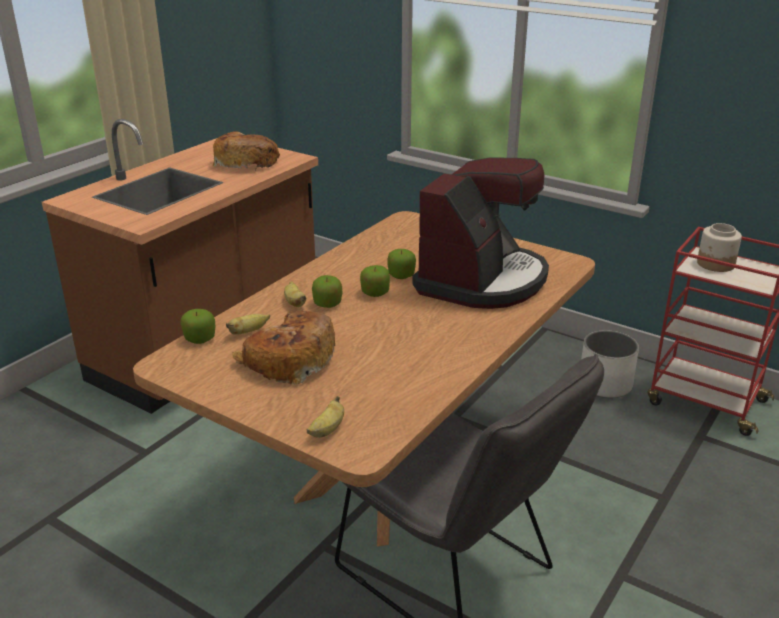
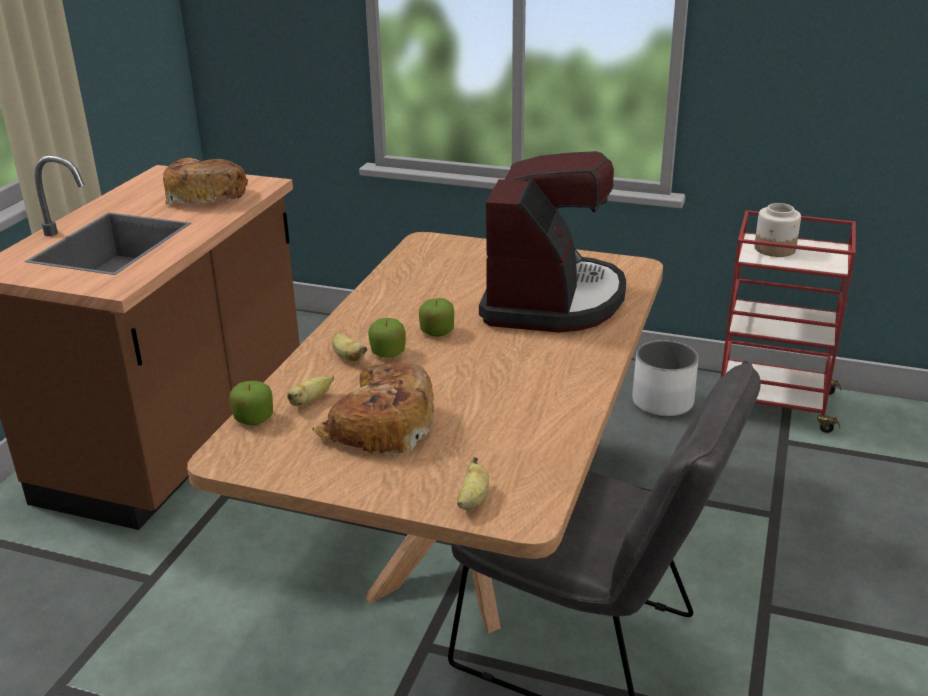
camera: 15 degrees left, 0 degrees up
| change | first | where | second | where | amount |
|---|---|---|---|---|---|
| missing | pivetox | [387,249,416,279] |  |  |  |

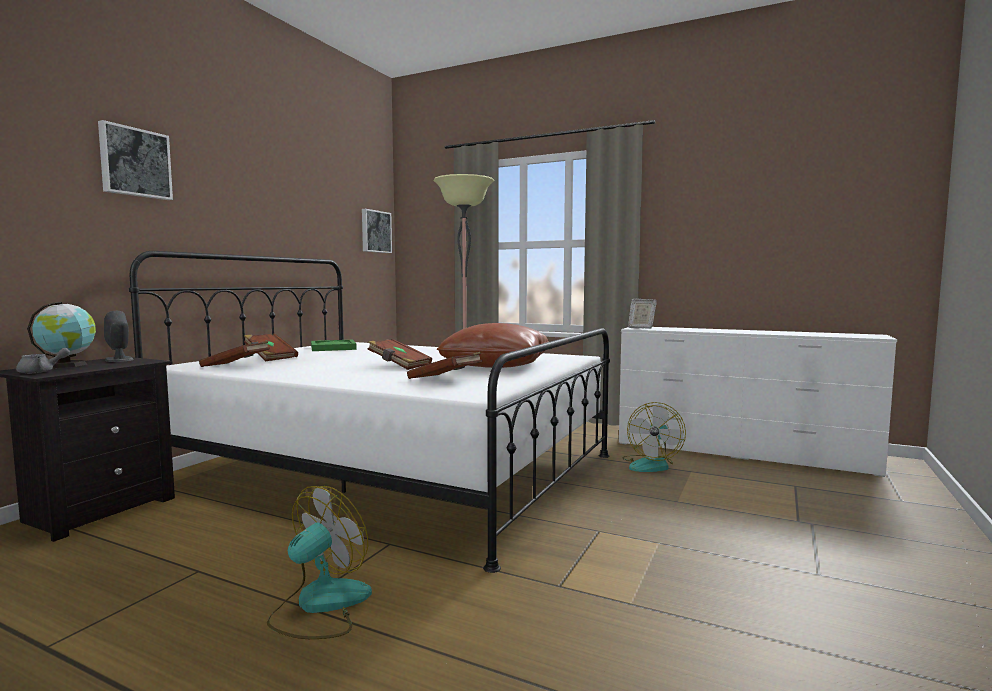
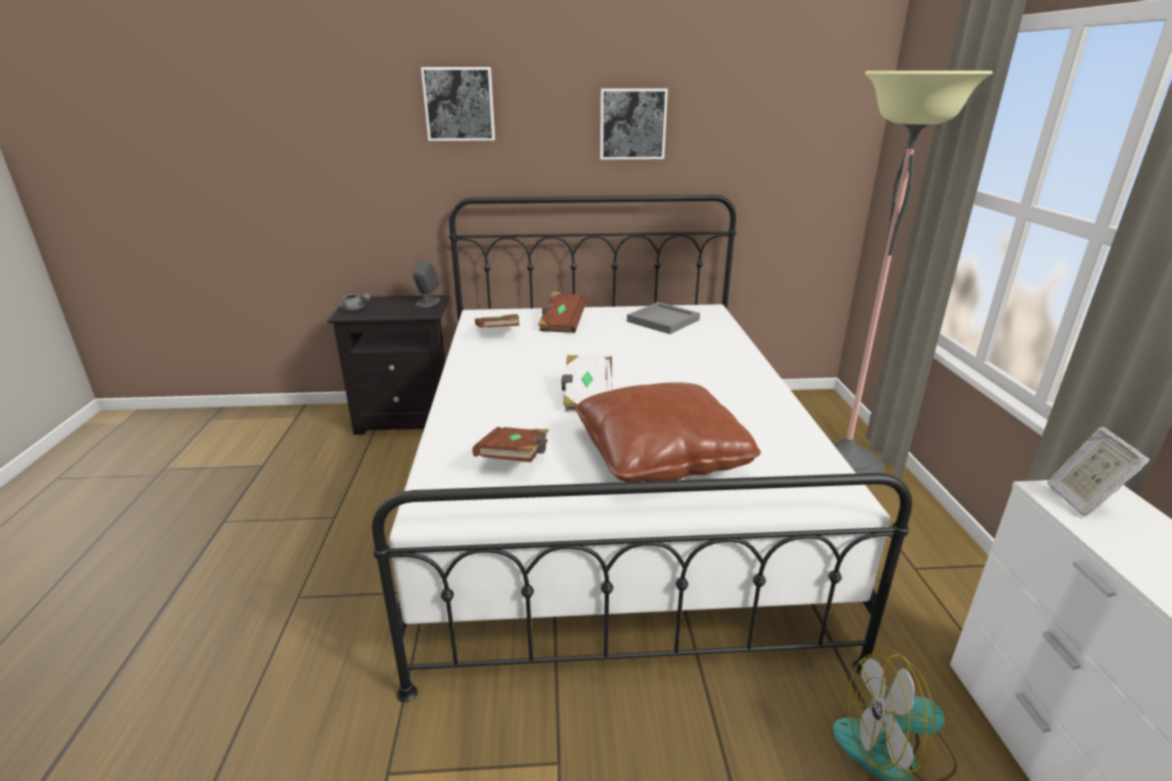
camera: 60 degrees right, 20 degrees up
| change | first | where | second | where | amount |
|---|---|---|---|---|---|
| missing | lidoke | [27,302,96,368] |  |  |  |
| missing | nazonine | [267,486,372,639] |  |  |  |
| colour | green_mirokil | [311,340,357,351] | grey_mirokil | [627,302,700,334] |  |
| relocated | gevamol | [362,209,392,253] |  | [600,88,668,160] |  |
| colour | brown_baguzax | [367,339,432,370] | white_baguzax | [561,355,614,412] |  |

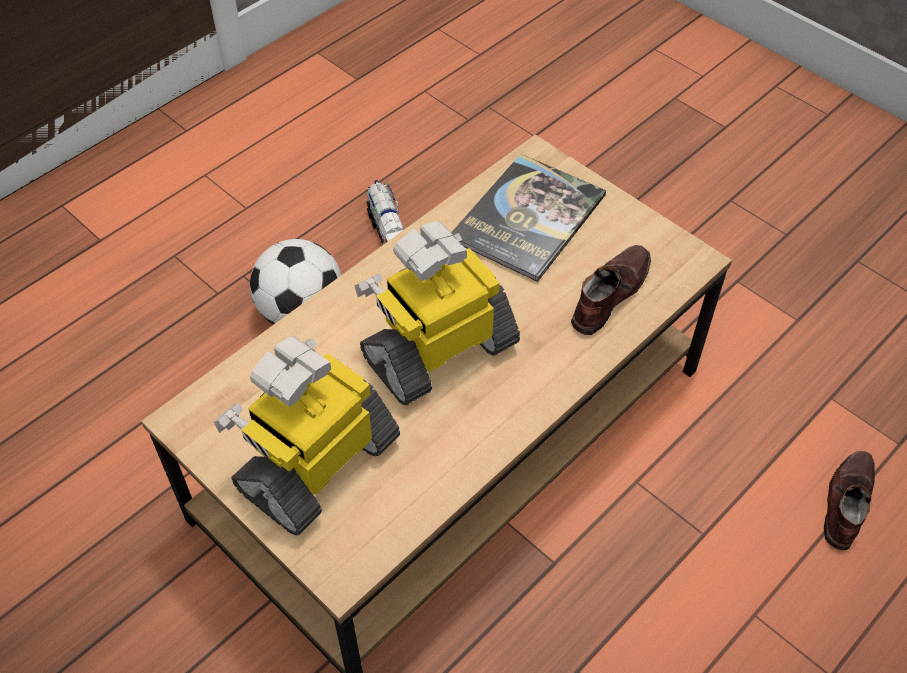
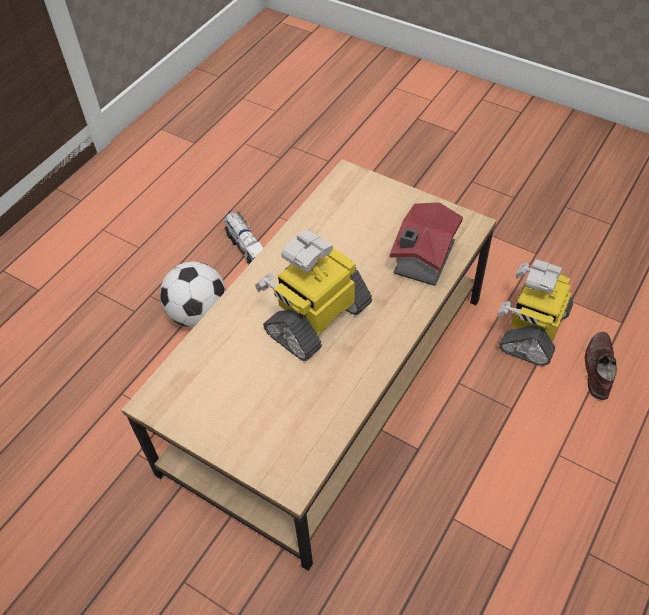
camera: 10 degrees left, 0 degrees up
| change | first | where | second | where | amount |
|---|---|---|---|---|---|
| relocated | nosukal | [214,336,400,536] |  | [498,259,573,366] |  |
| missing | baguzax | [451,154,606,282] |  |  |  |
| exchanged | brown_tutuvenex | [571,245,651,335] | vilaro | [390,202,463,286] |  |

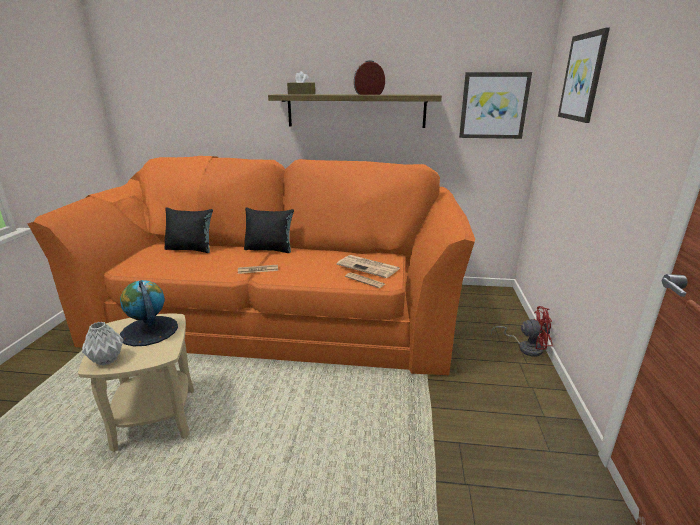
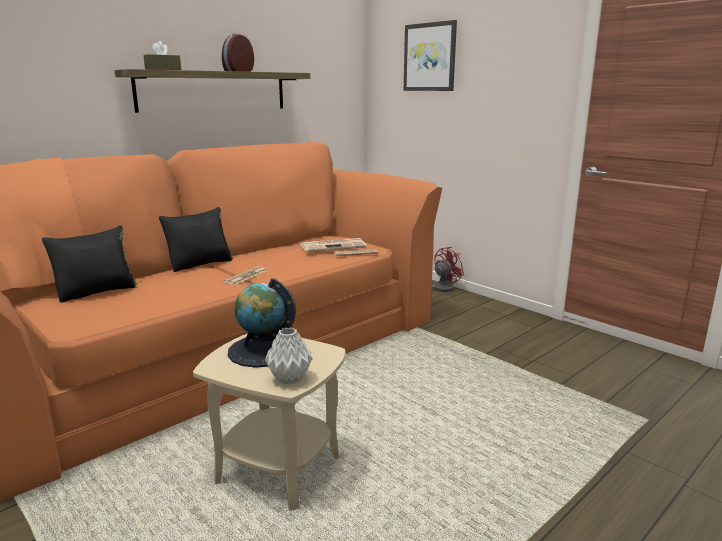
camera: 50 degrees left, 5 degrees down
| change | first | where | second | where | amount |
|---|---|---|---|---|---|
| missing | gevamol | [459,72,532,139] |  |  |  |

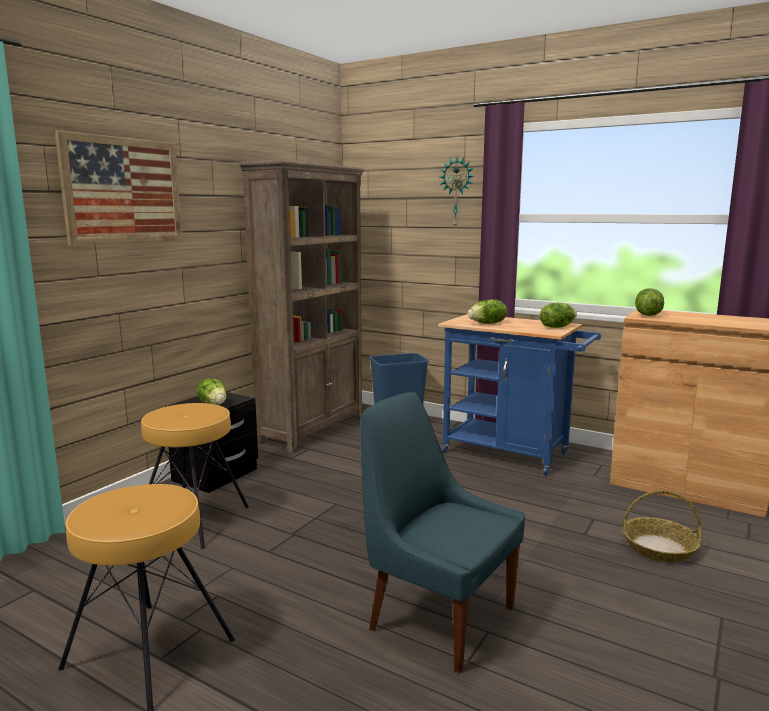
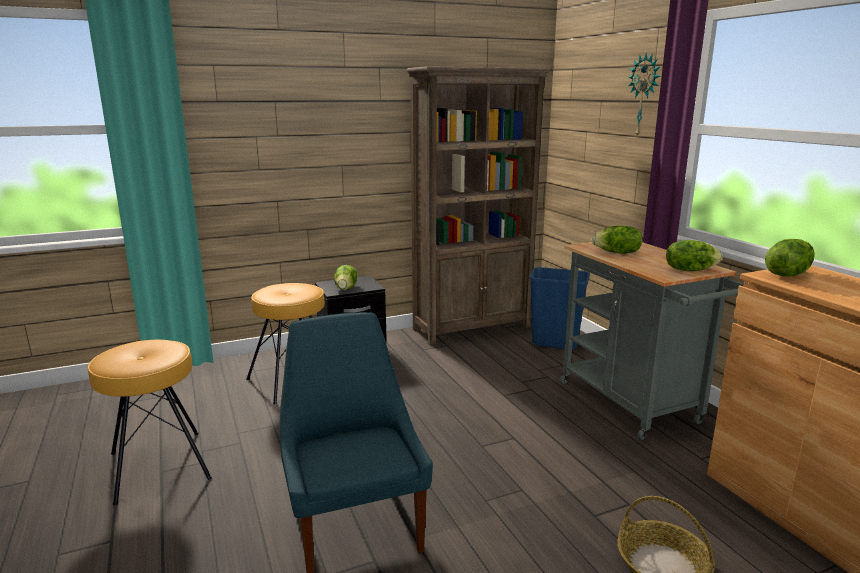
camera: 35 degrees right, 5 degrees up
| change | first | where | second | where | amount |
|---|---|---|---|---|---|
| missing | gevamol | [55,130,182,246] |  |  |  |
| colour | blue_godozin | [438,314,601,476] | grey_godozin | [560,242,744,440] |  |

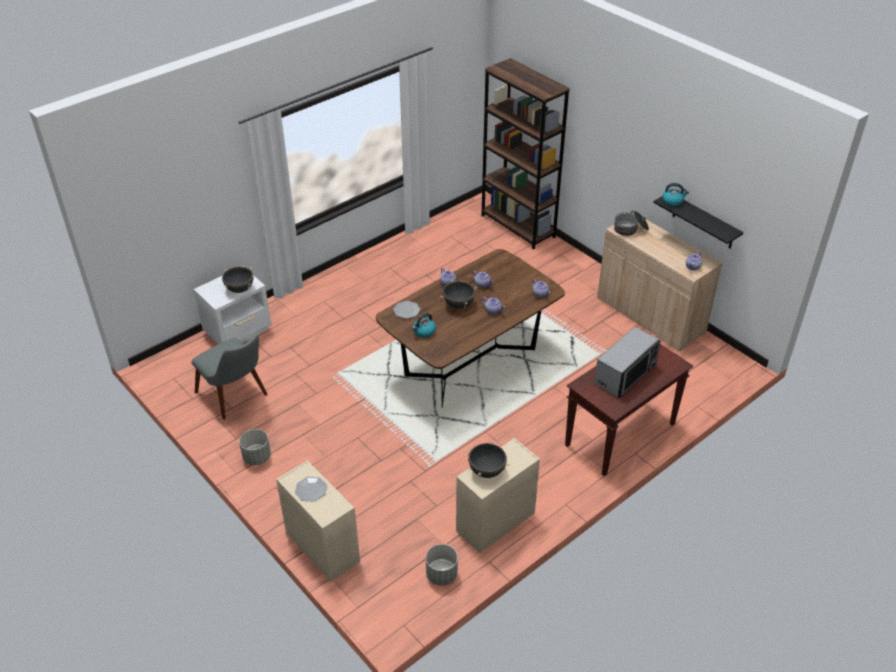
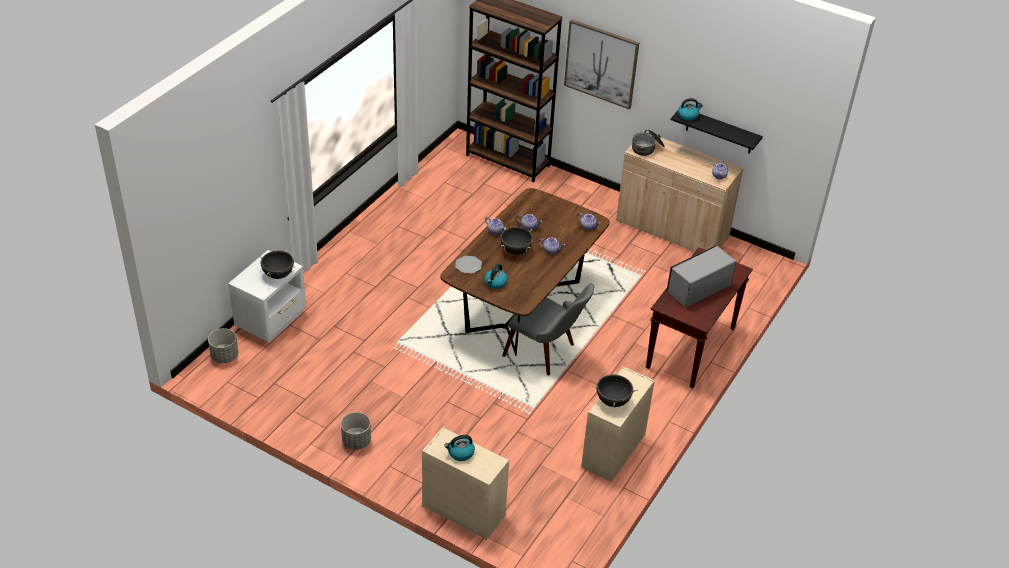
camera: 20 degrees left, 0 degrees up
| change | first | where | second | where | amount |
|---|---|---|---|---|---|
| relocated | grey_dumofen | [191,335,268,419] |  | [502,283,594,375] |  |
| exchanged | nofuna | [295,477,327,502] | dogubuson | [444,435,475,461] |  |
| relocated | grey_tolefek | [426,544,458,586] |  | [208,328,238,363] |  |
| spun | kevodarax | [594,327,661,398] |  | [667,245,736,308] | 150 degrees counterclockwise |
| appeared |  |  | gevamol | [564,19,639,109] |  |

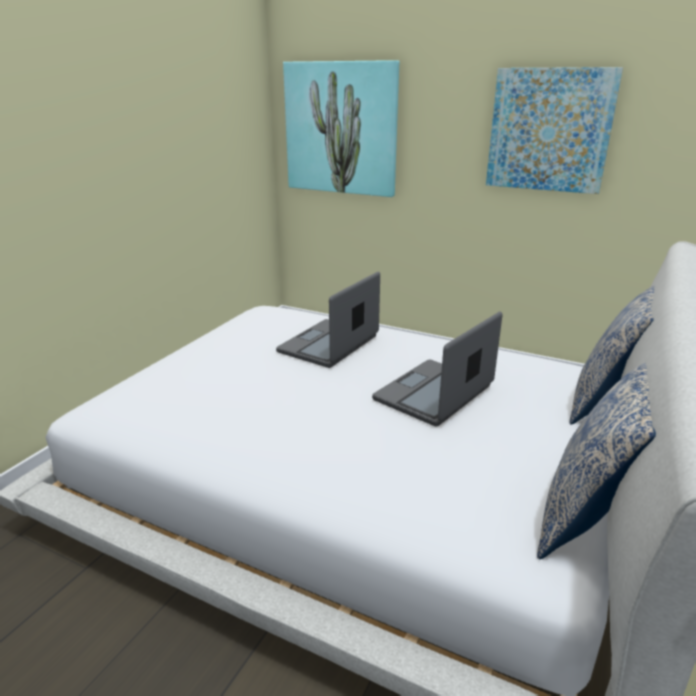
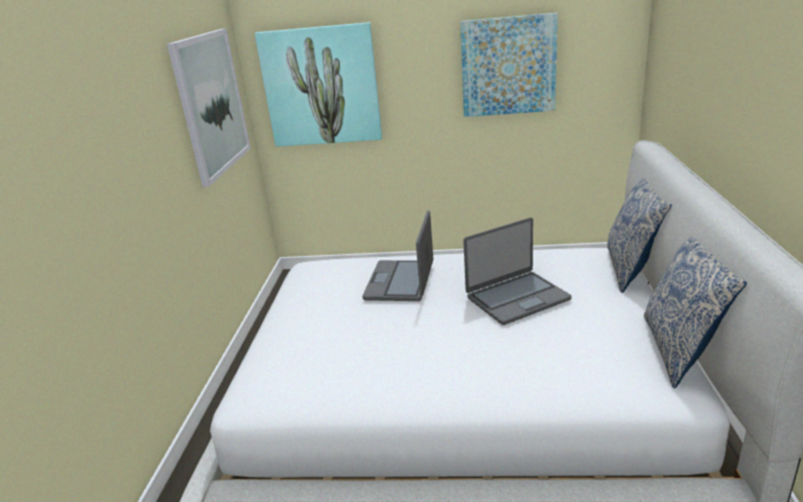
camera: 20 degrees left, 0 degrees up
| change | first | where | second | where | amount |
|---|---|---|---|---|---|
| spun | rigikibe | [372,311,502,427] |  | [463,218,571,325] | 135 degrees counterclockwise |
| appeared |  |  | gevamol | [167,29,251,187] |  |

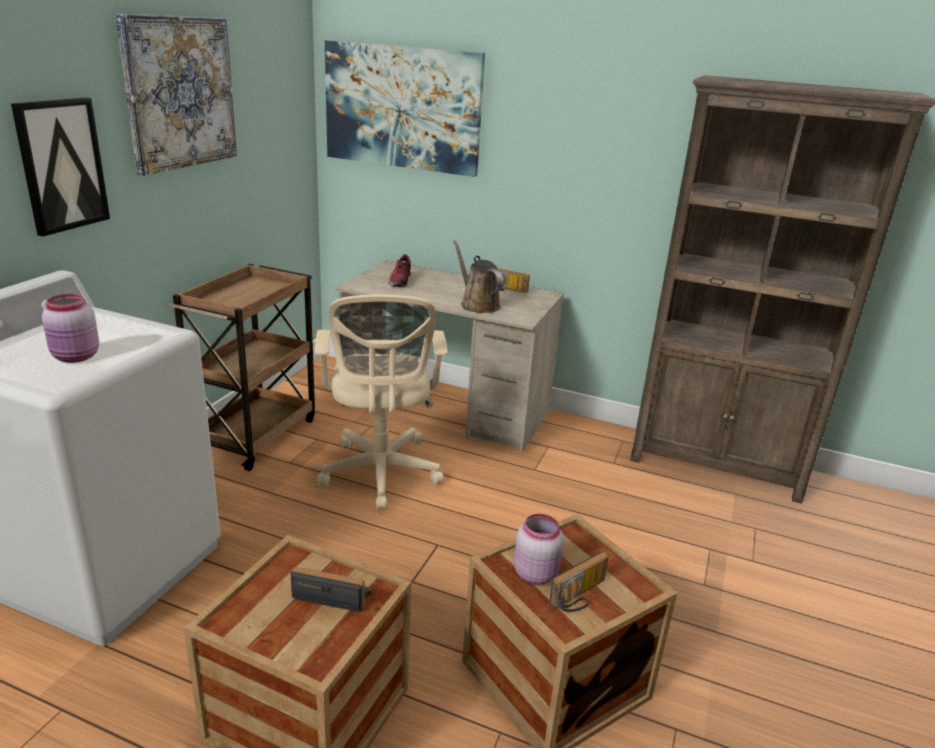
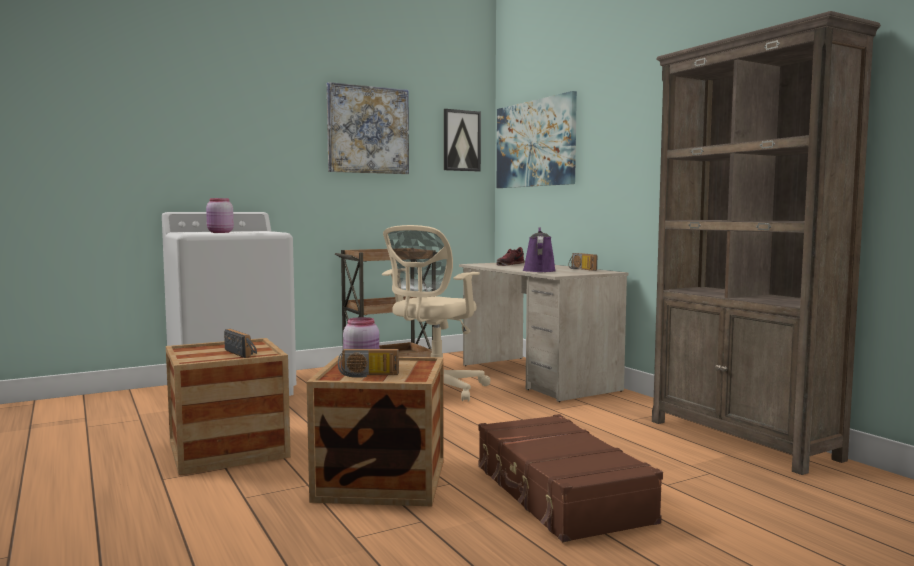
camera: 40 degrees right, 20 degrees down
| change | first | where | second | where | amount |
|---|---|---|---|---|---|
| relocated | gevamol | [11,97,110,236] |  | [444,109,481,172] |  |
| colour | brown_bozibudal | [453,240,504,313] | purple_bozibudal | [523,227,555,272] |  |
| appeared |  |  | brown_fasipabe | [478,414,663,542] |  |

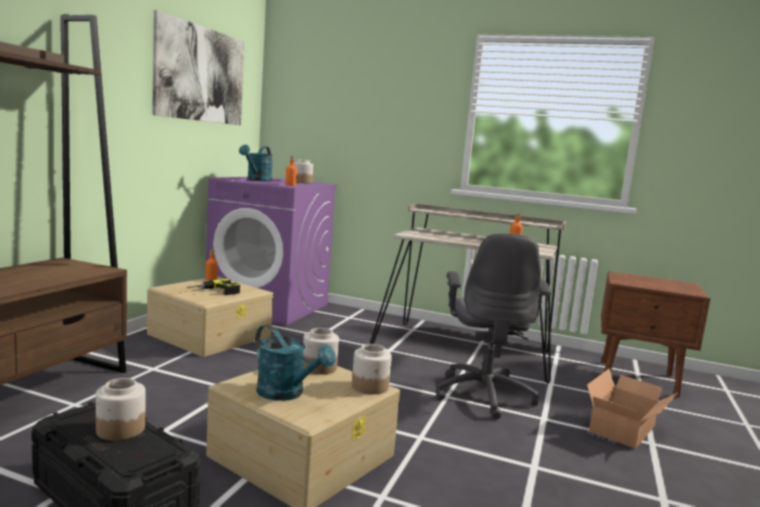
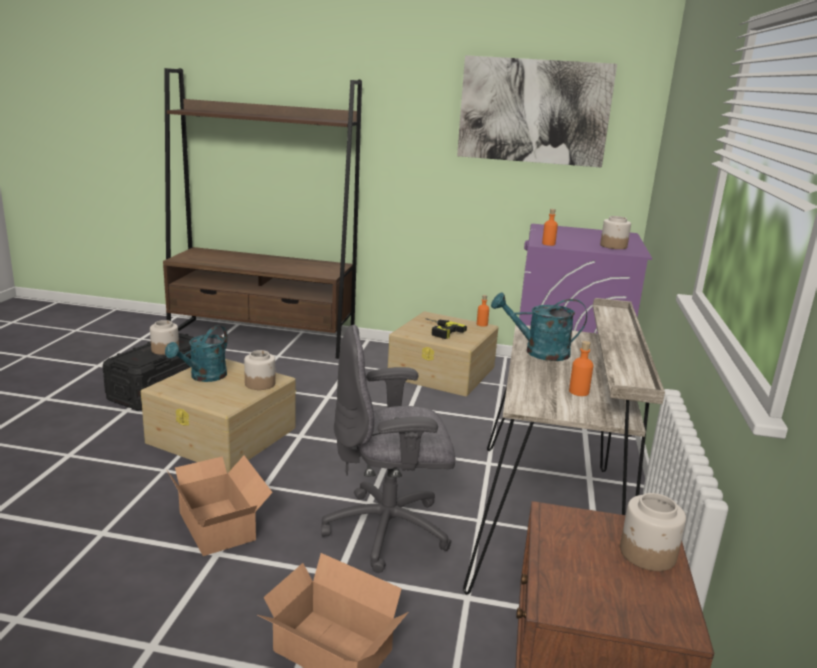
camera: 80 degrees right, 10 degrees up
| change | first | where | second | where | amount |
|---|---|---|---|---|---|
| relocated | turquoise_bozibudal | [239,145,272,182] |  | [491,292,587,361] |  |
| relocated | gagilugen | [352,344,392,394] |  | [620,493,686,571] |  |
| appeared |  |  | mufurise | [166,456,273,556] |  |

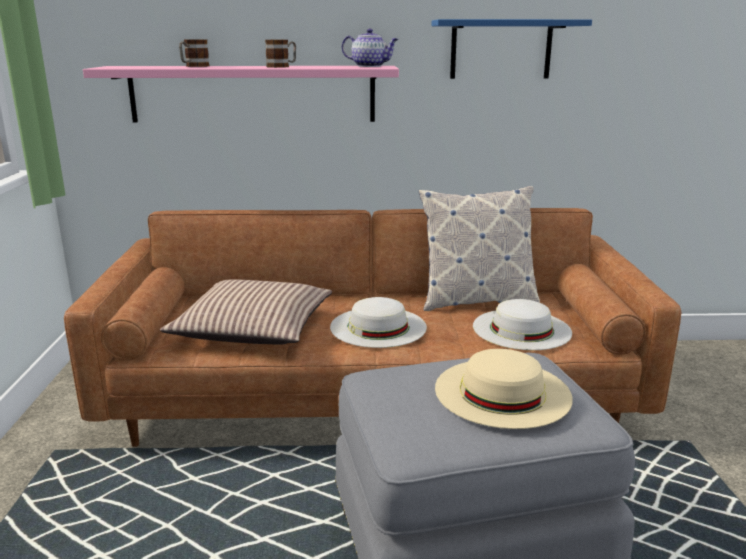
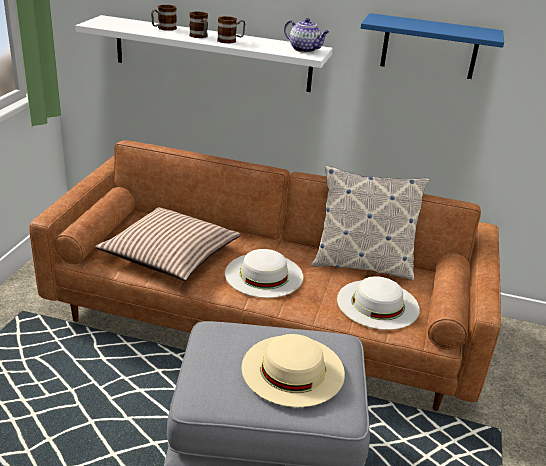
camera: 15 degrees right, 10 degrees up
| change | first | where | second | where | amount |
|---|---|---|---|---|---|
| colour | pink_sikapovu | [83,66,399,122] | white_sikapovu | [76,15,333,92] |  |
| appeared |  |  | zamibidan | [190,11,208,38] |  |

